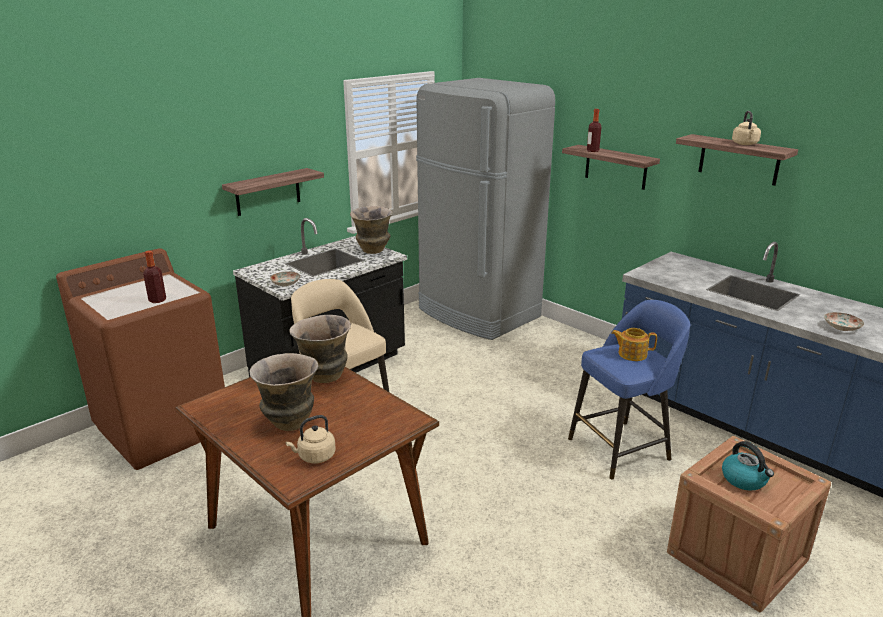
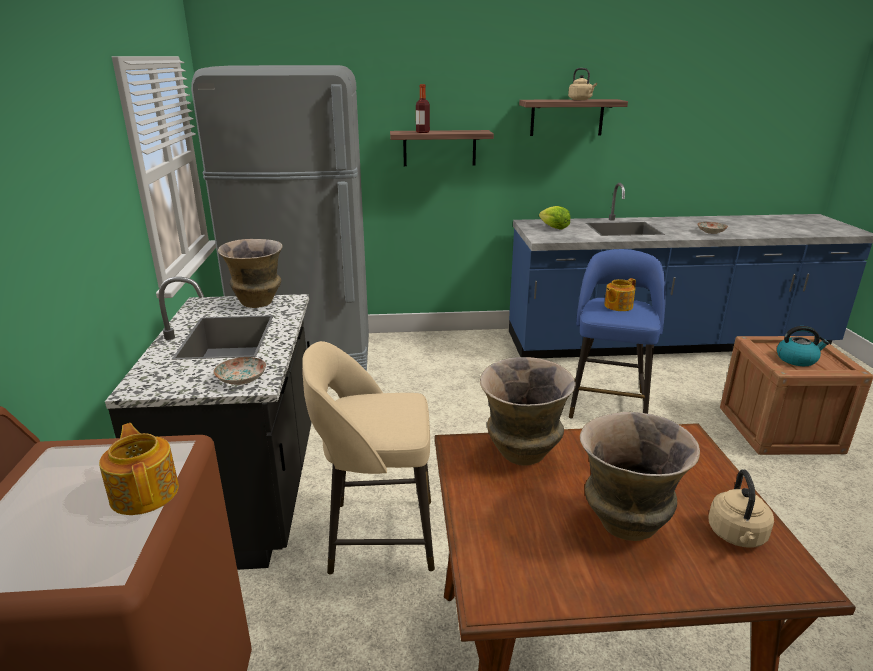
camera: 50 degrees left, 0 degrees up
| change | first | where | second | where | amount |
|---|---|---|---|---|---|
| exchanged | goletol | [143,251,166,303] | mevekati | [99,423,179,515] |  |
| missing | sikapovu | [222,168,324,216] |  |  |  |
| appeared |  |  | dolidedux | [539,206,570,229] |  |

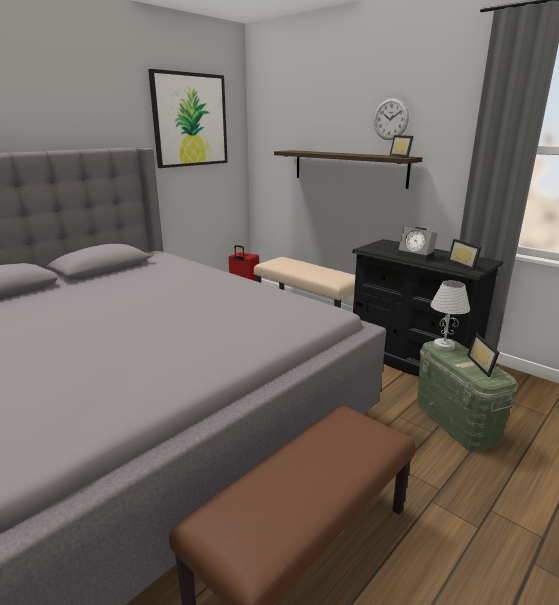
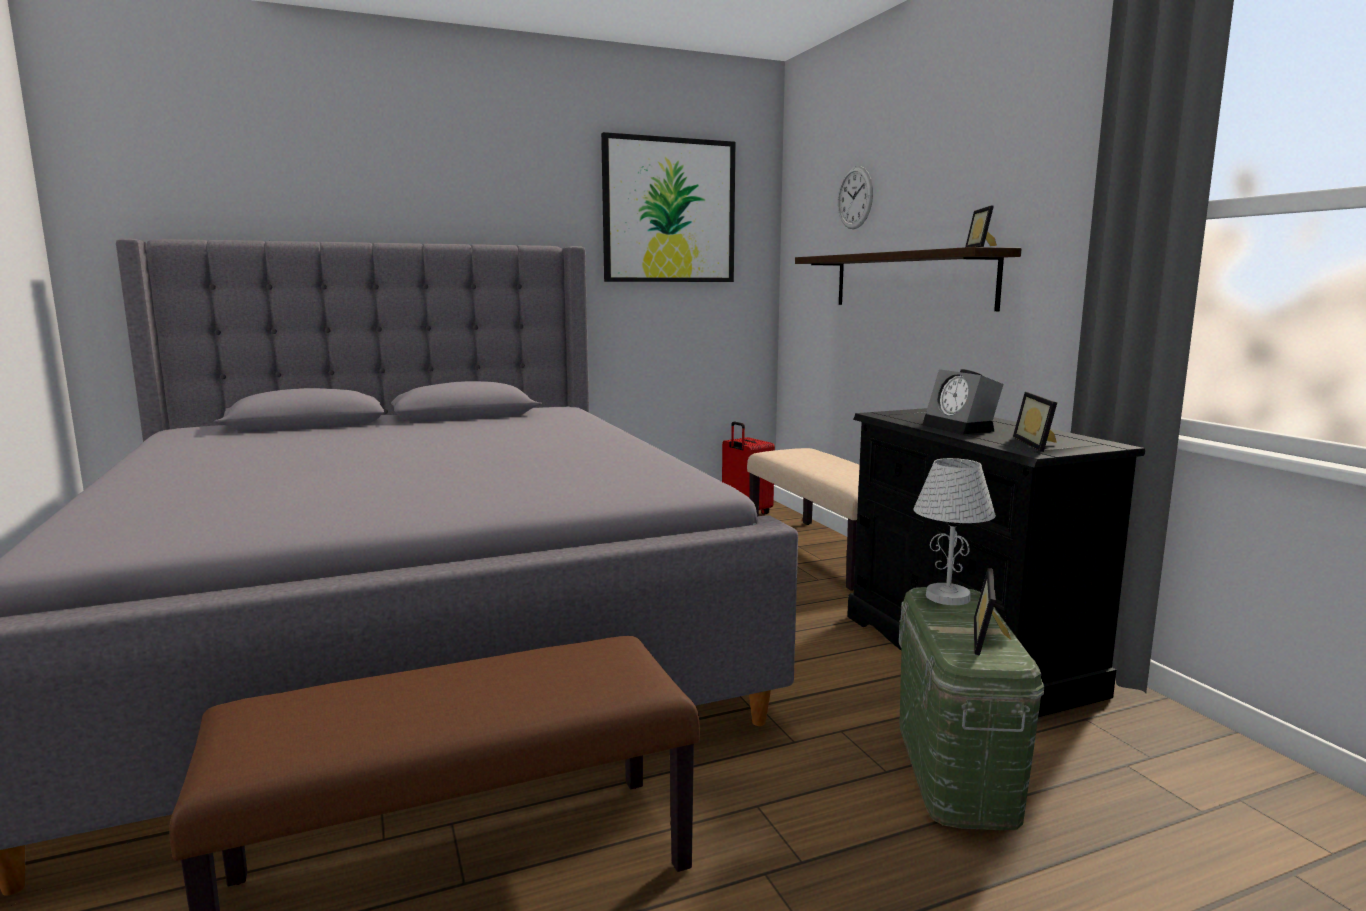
camera: 25 degrees right, 10 degrees down
| change | first | where | second | where | amount |
|---|---|---|---|---|---|
| relocated | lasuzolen | [374,98,409,140] |  | [838,166,873,229] |  |

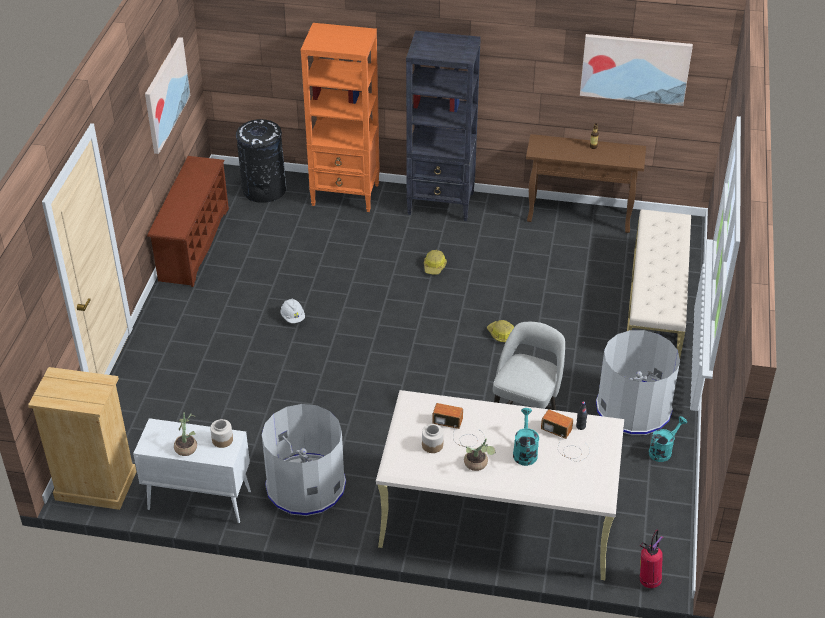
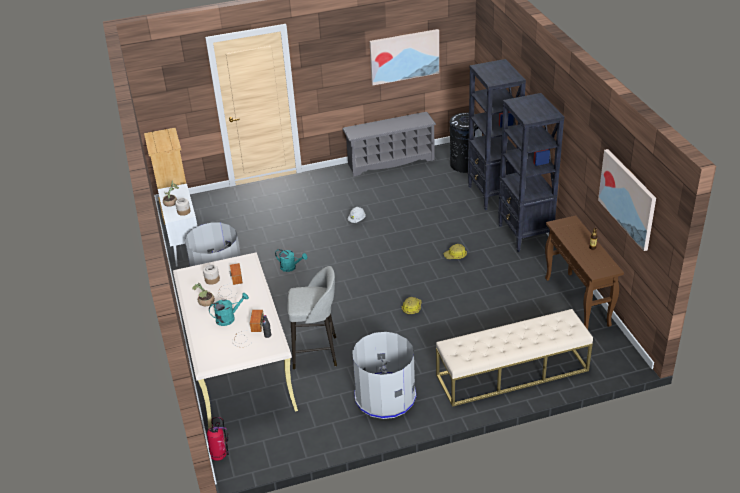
camera: 65 degrees right, 5 degrees down
| change | first | where | second | where | amount |
|---|---|---|---|---|---|
| colour | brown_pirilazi | [147,156,229,287] | grey_pirilazi | [342,112,436,177] |  |
| colour | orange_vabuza | [301,23,380,212] | black_vabuza | [467,59,526,210] |  |
| relocated | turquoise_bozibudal | [649,416,687,462] |  | [275,249,307,272] |  |

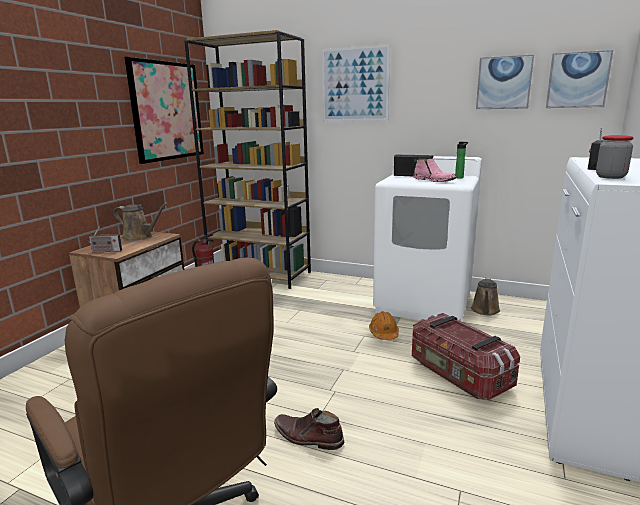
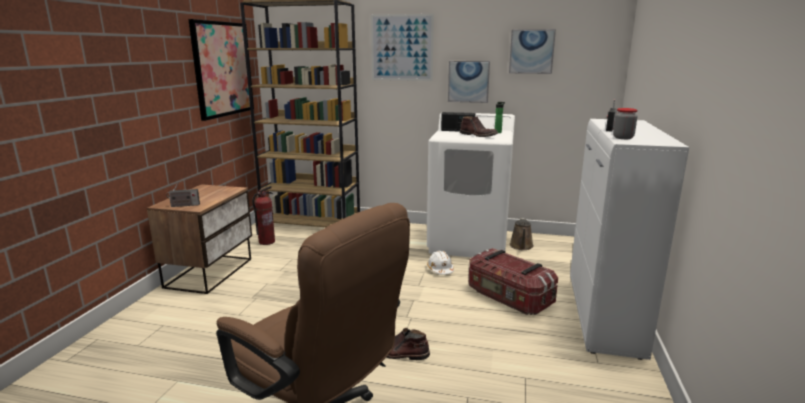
camera: 10 degrees left, 0 degrees up
| change | first | where | second | where | amount |
|---|---|---|---|---|---|
| missing | brown_bozibudal | [114,202,168,241] |  |  |  |
| colour | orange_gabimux | [369,312,399,340] | white_gabimux | [427,251,454,275] |  |
| colour | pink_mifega | [413,158,457,182] | brown_mifega | [460,116,498,137] |  |
| relocated | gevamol | [546,50,613,108] |  | [448,61,490,103] |  |

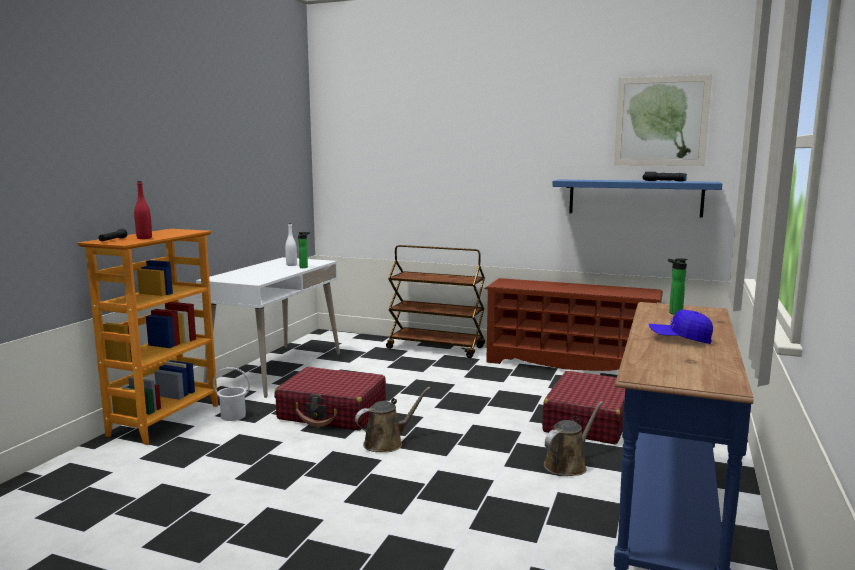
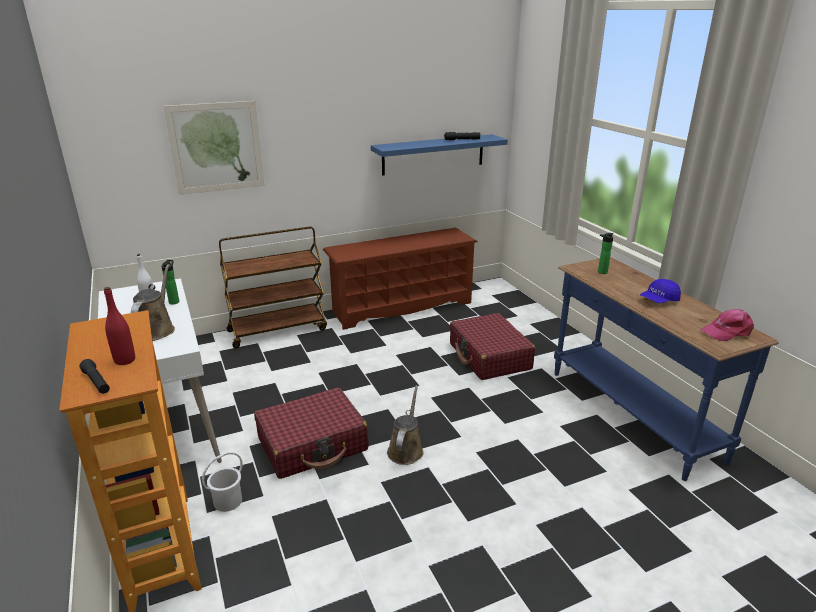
camera: 45 degrees left, 15 degrees up
| change | first | where | second | where | amount |
|---|---|---|---|---|---|
| relocated | brown_bozibudal | [544,401,603,476] |  | [131,264,175,341] |  |
| relocated | gevamol | [614,74,712,166] |  | [164,101,264,195] |  |
| appeared |  |  | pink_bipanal | [701,309,754,341] |  |

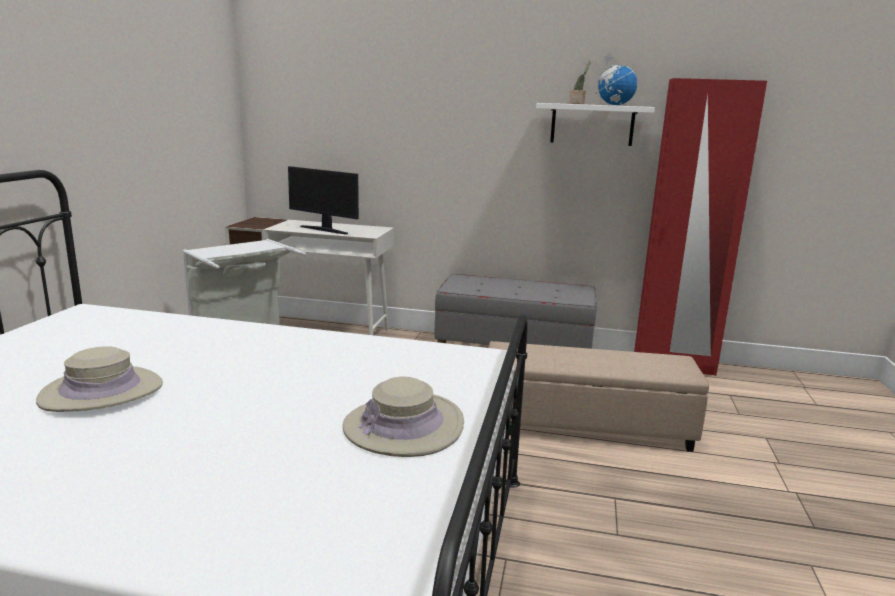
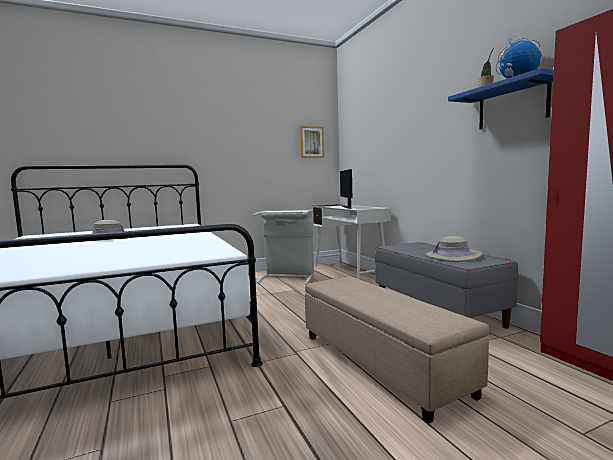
camera: 55 degrees right, 10 degrees down
| change | first | where | second | where | amount |
|---|---|---|---|---|---|
| relocated | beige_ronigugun | [343,377,464,457] |  | [426,236,483,262] |  |
| colour | white_sikapovu | [536,103,655,146] | blue_sikapovu | [448,68,554,129] |  |
| appeared |  |  | gevamol | [299,126,324,158] |  |

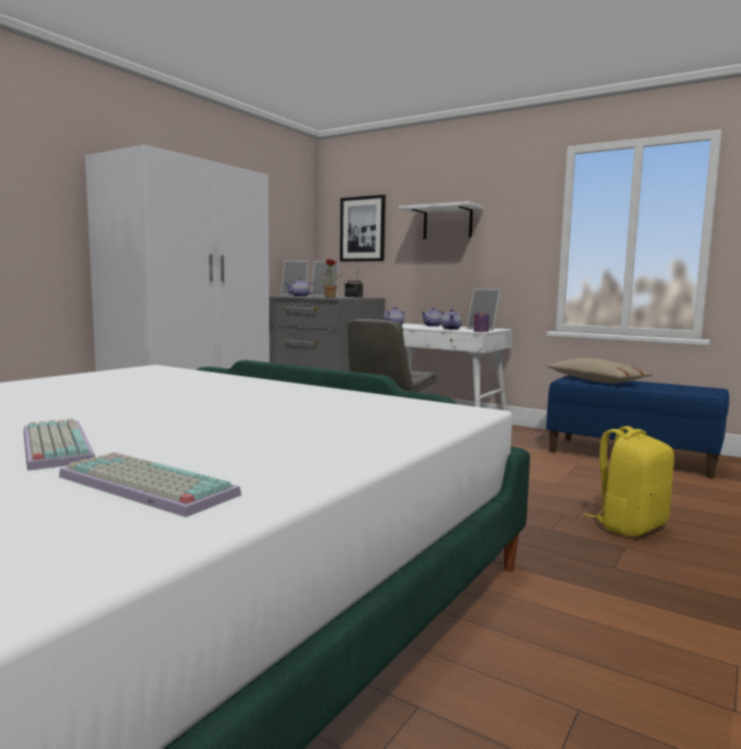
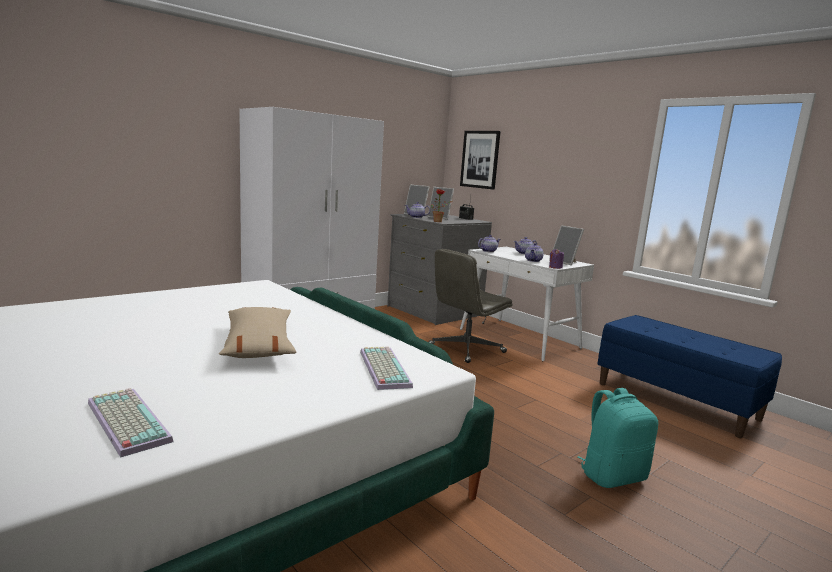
camera: 15 degrees right, 5 degrees up
| change | first | where | second | where | amount |
|---|---|---|---|---|---|
| relocated | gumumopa | [24,418,95,471] |  | [360,346,413,390] |  |
| missing | white_sikapovu | [398,201,484,239] |  |  |  |
| relocated | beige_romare | [546,358,653,383] |  | [219,307,296,358] |  |
| colour | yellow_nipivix | [585,426,674,537] | turquoise_nipivix | [577,388,658,488] |  |

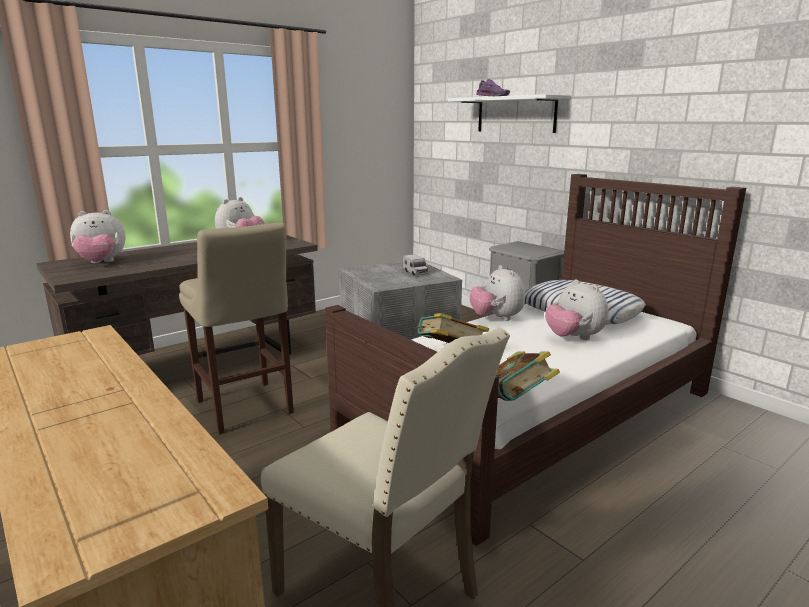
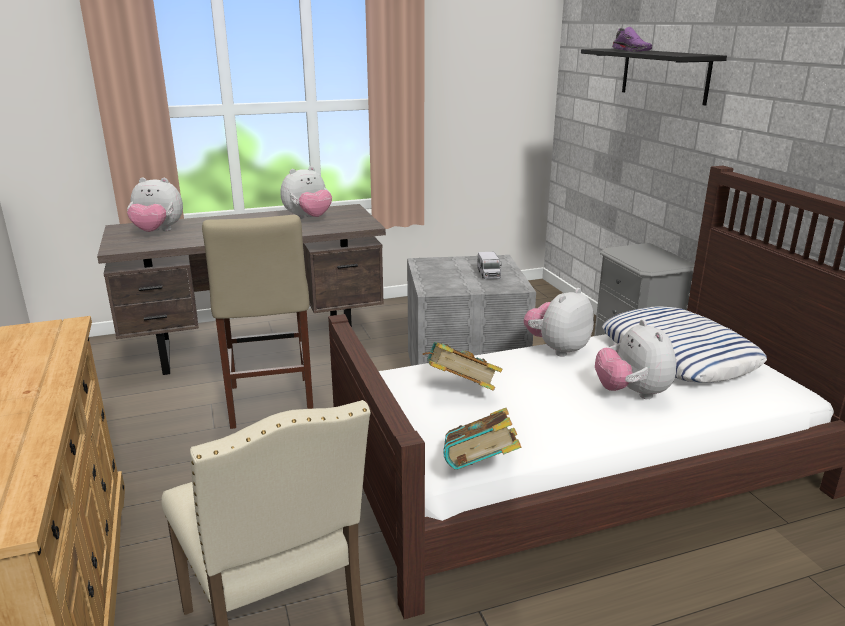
camera: 20 degrees right, 5 degrees up
| change | first | where | second | where | amount |
|---|---|---|---|---|---|
| colour | white_sikapovu | [448,94,570,133] | black_sikapovu | [581,49,727,105] |  |
| spun | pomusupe | [470,265,525,321] |  | [524,288,594,357] | 45 degrees clockwise |

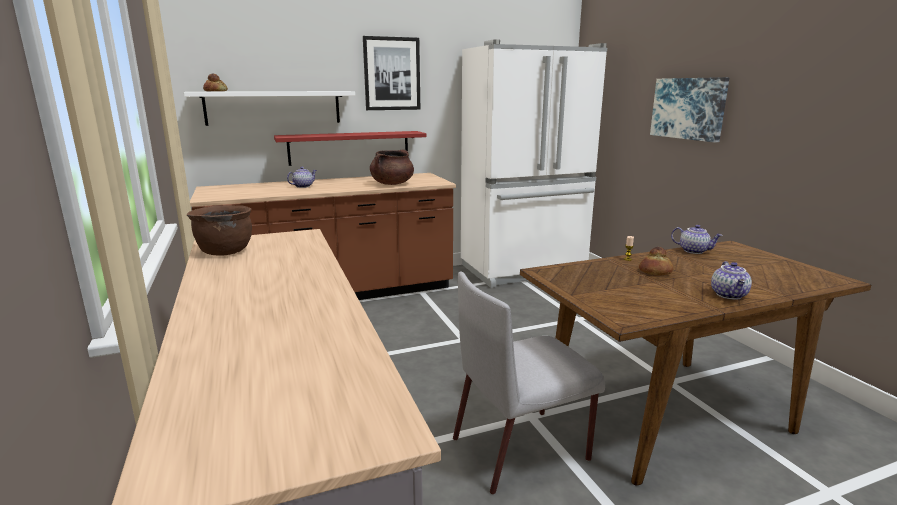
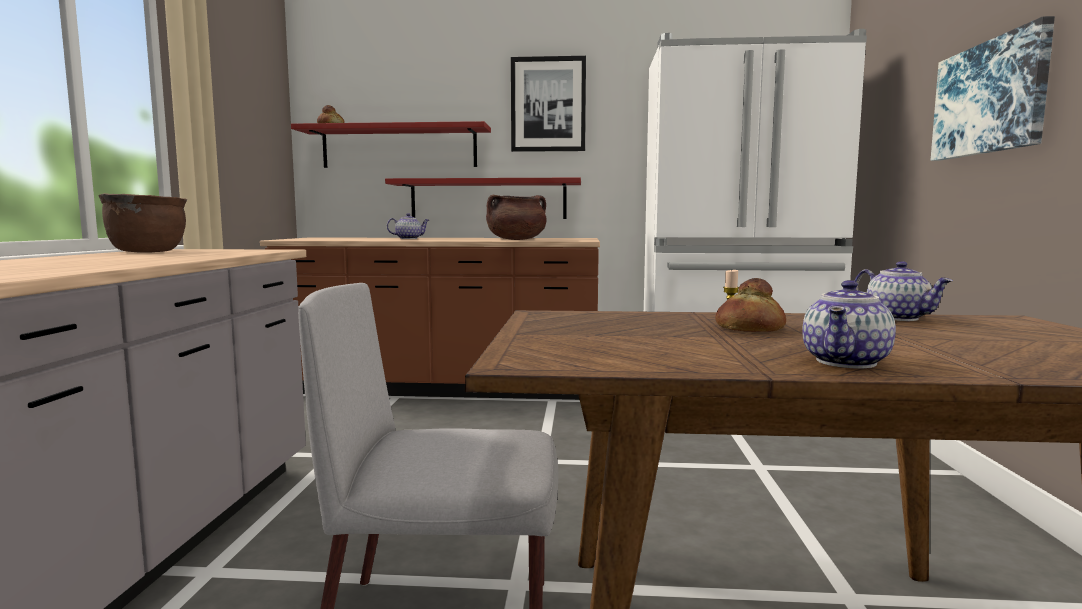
camera: 25 degrees right, 10 degrees down
| change | first | where | second | where | amount |
|---|---|---|---|---|---|
| colour | white_sikapovu | [184,91,355,126] | red_sikapovu | [291,121,491,168] |  |

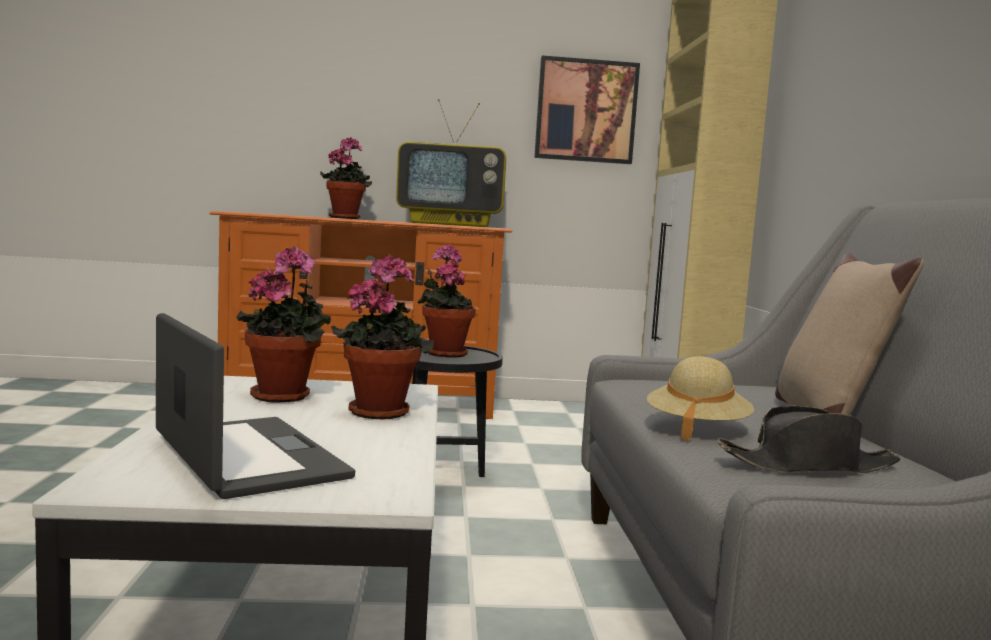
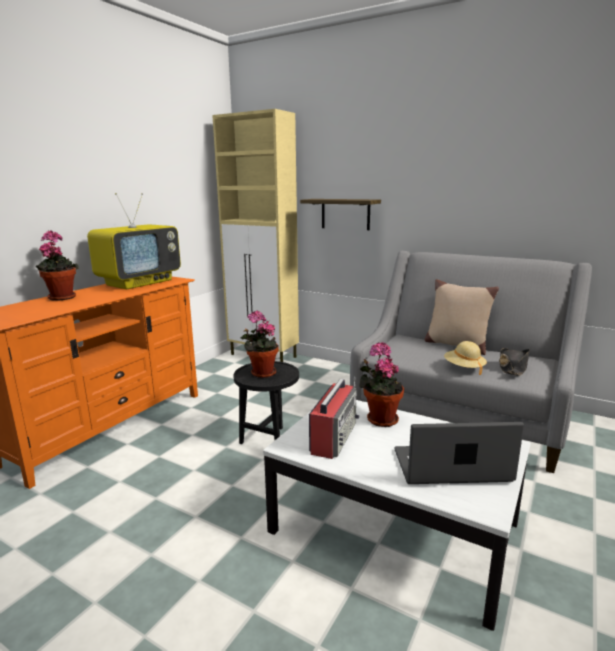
camera: 55 degrees left, 10 degrees up
| change | first | where | second | where | amount |
|---|---|---|---|---|---|
| exchanged | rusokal | [236,246,331,402] | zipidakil | [309,377,359,459] |  |
| missing | gevamol | [534,55,640,164] |  |  |  |
| appeared |  |  | sikapovu | [300,199,381,230] |  |

